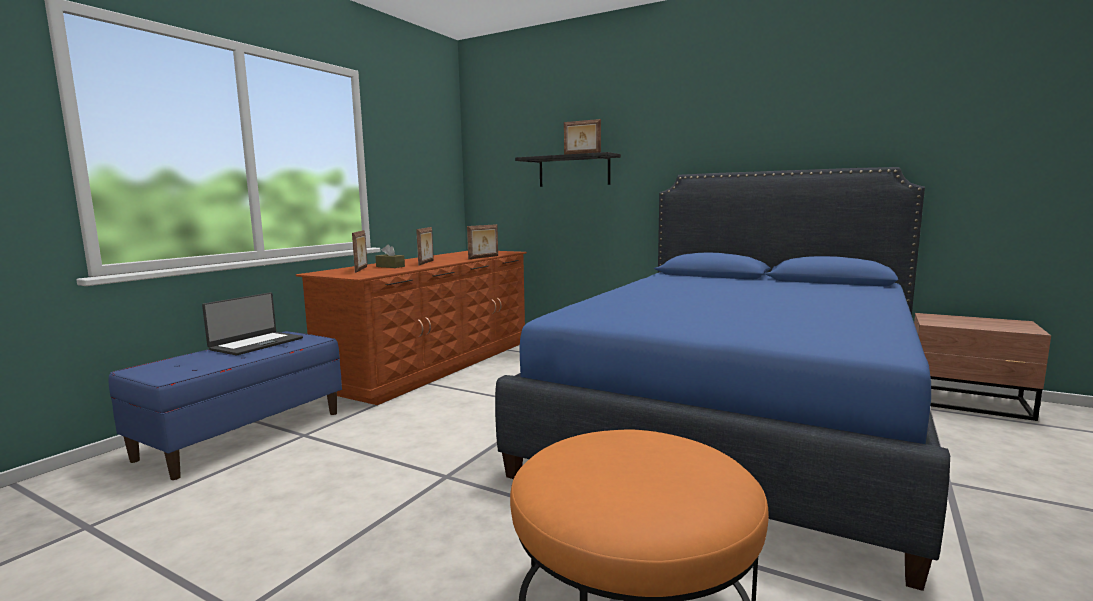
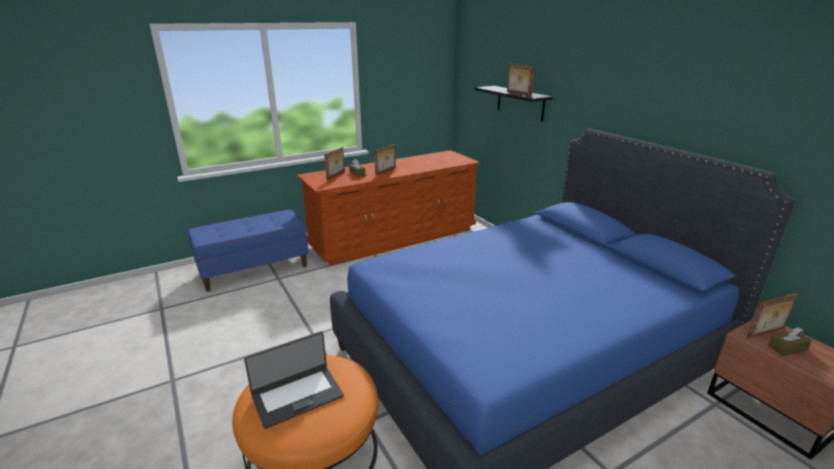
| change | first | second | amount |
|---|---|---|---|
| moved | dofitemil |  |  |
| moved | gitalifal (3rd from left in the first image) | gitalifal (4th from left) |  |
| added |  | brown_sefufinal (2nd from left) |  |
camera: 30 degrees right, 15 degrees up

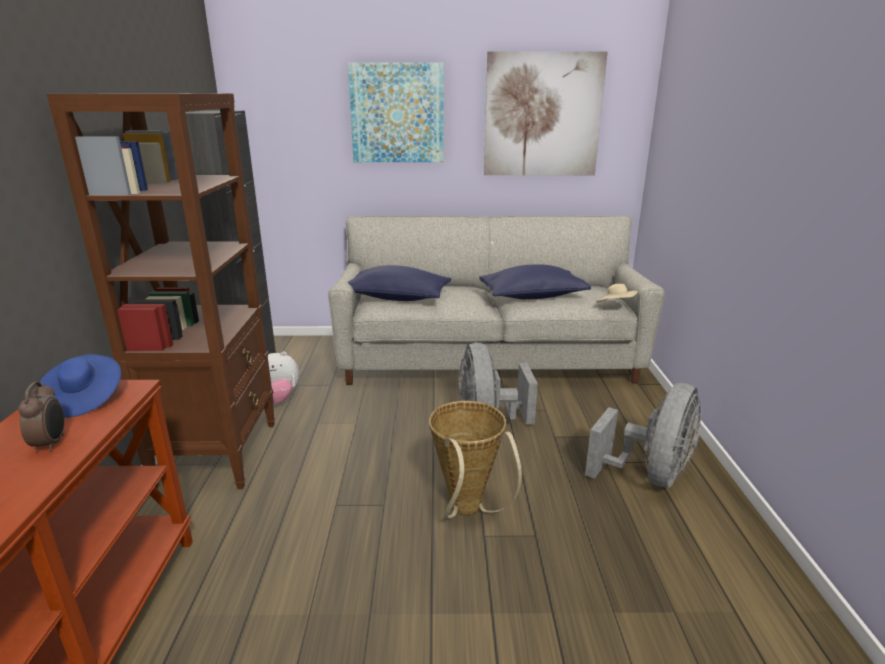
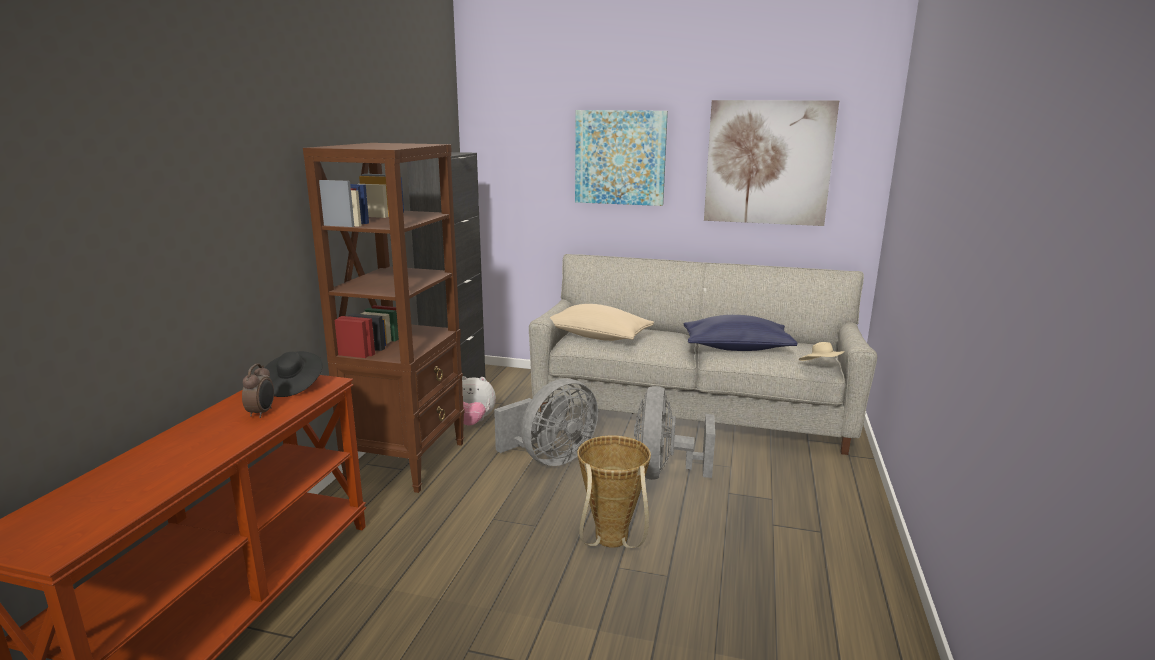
| change | first | second | amount |
|---|---|---|---|
| recoloured | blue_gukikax | black_gukikax |  |
| recoloured | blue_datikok (1st from left) | beige_datikok |  |
| moved | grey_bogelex (2nd from left in the first image) | grey_bogelex (1st from left) |  |
camera: 15 degrees right, 5 degrees down

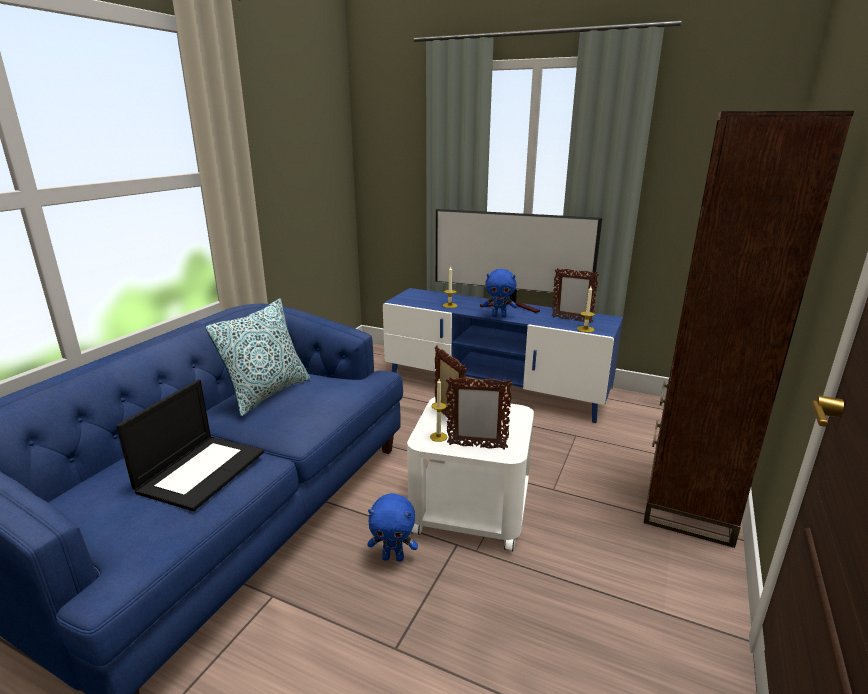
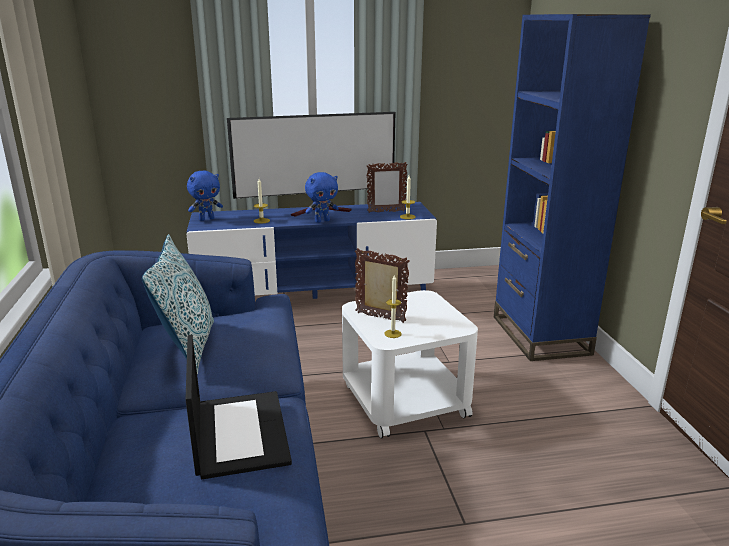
| change | first | second | amount |
|---|---|---|---|
| moved | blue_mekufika (1st from left) |  |  |
| removed | gitalifal (2nd from left) |  |  |
| recoloured | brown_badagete | blue_badagete |  |
camera: 35 degrees left, 0 degrees up

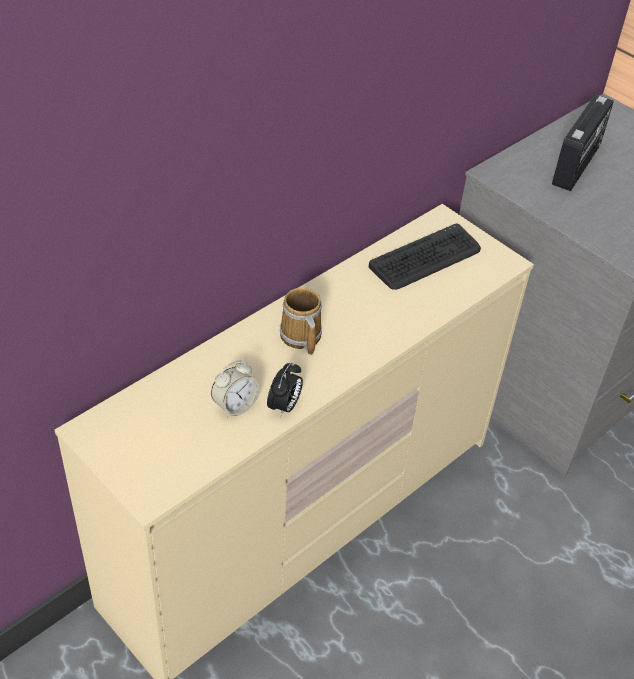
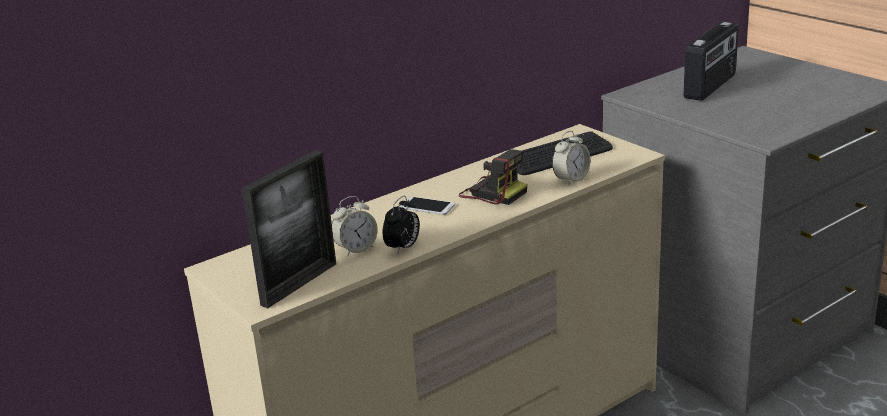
| change | first | second | amount |
|---|---|---|---|
| replaced | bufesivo | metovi |  |
| added |  | gitalifal |  |
| added |  | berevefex |  |
| added |  | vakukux (3rd from left) |  |
camera: 10 degrees right, 20 degrees down

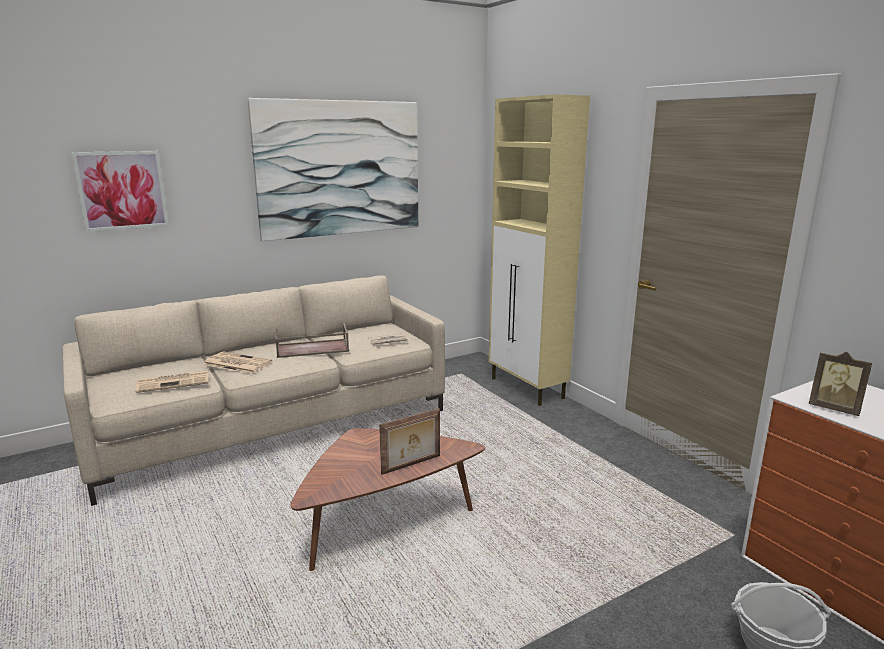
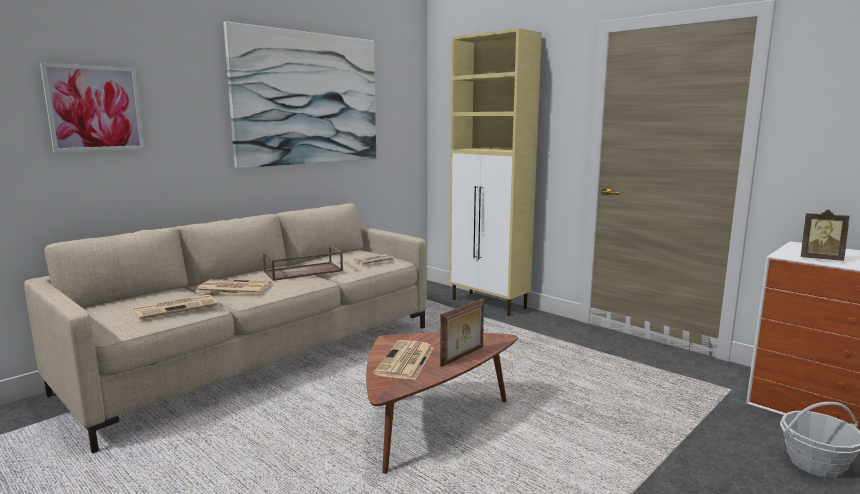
| change | first | second | amount |
|---|---|---|---|
| added |  | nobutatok (4th from left) |  |
camera: 15 degrees left, 5 degrees down

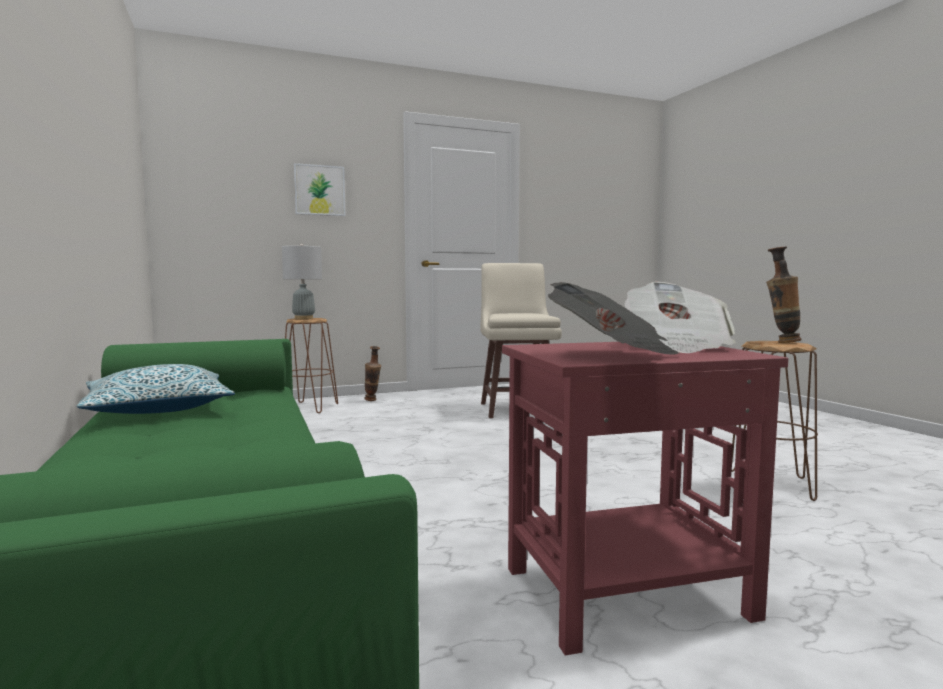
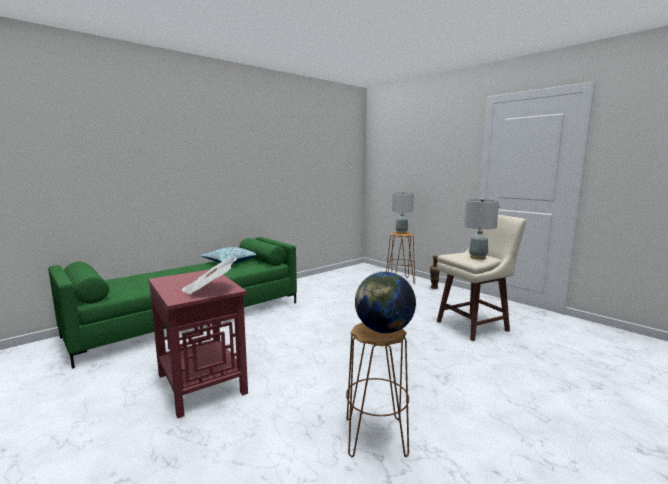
| change | first | second | amount |
|---|---|---|---|
| removed | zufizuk |  |  |
| removed | nobutatok (1st from left) |  |  |
| replaced | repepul (2nd from left) | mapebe |  |
| added |  | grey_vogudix (2nd from left) |  |
camera: 70 degrees right, 5 degrees up

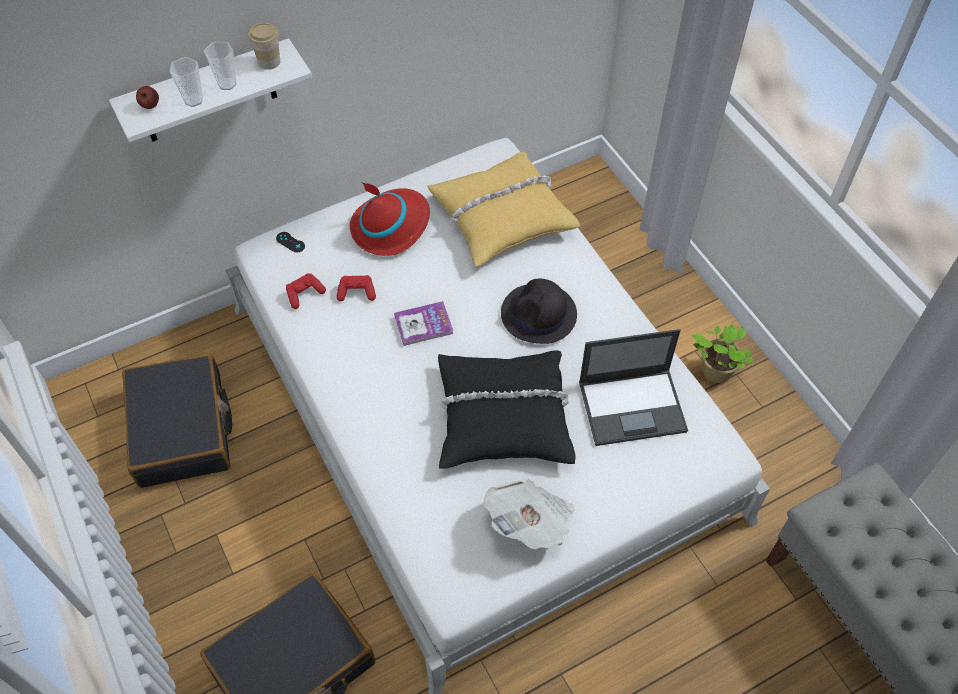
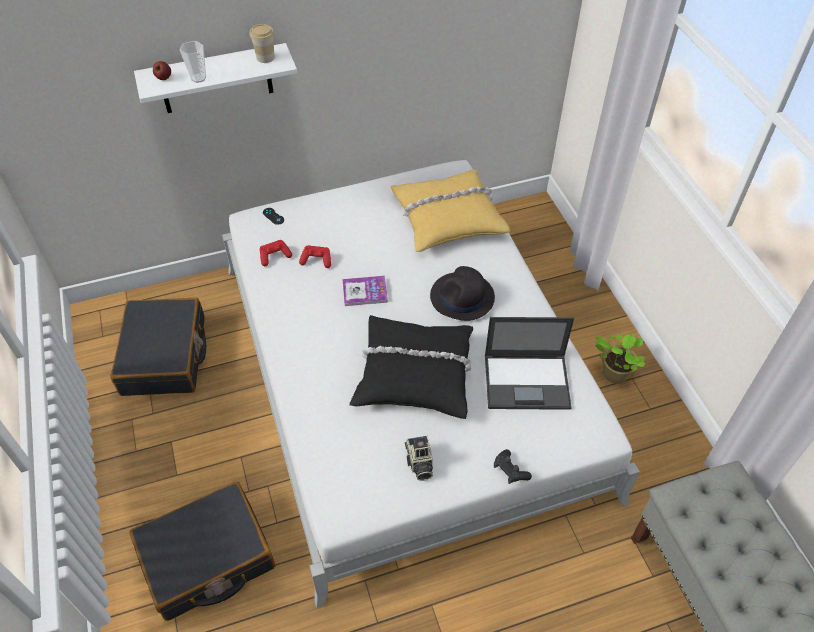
| change | first | second | amount |
|---|---|---|---|
| removed | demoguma (2nd from left) |  |  |
| removed | red_gukikax |  |  |
| replaced | nobutatok | berevefex |  |
| added |  | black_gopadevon (2nd from left) |  |
camera: 10 degrees right, 5 degrees down

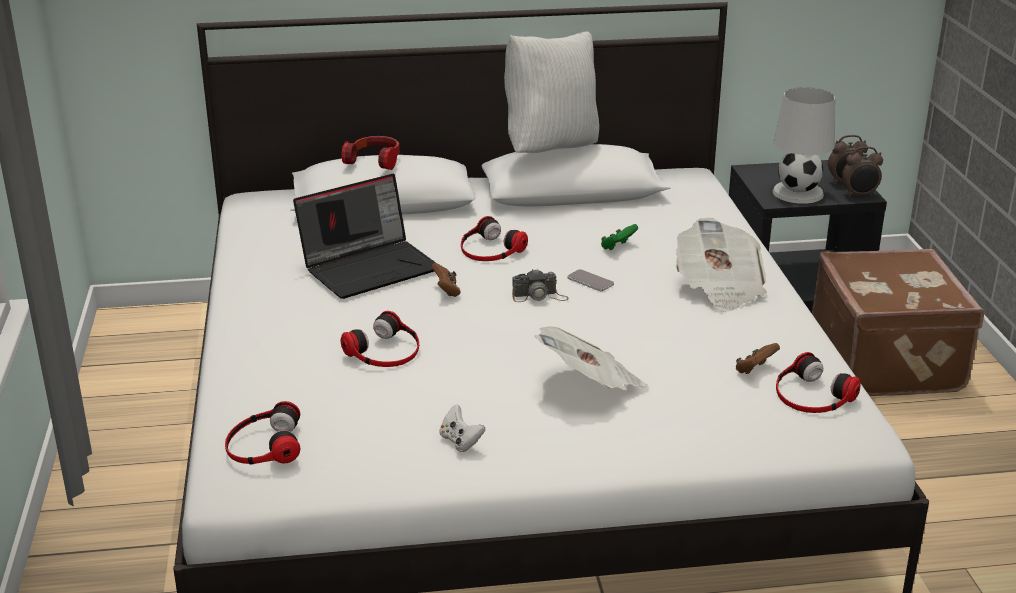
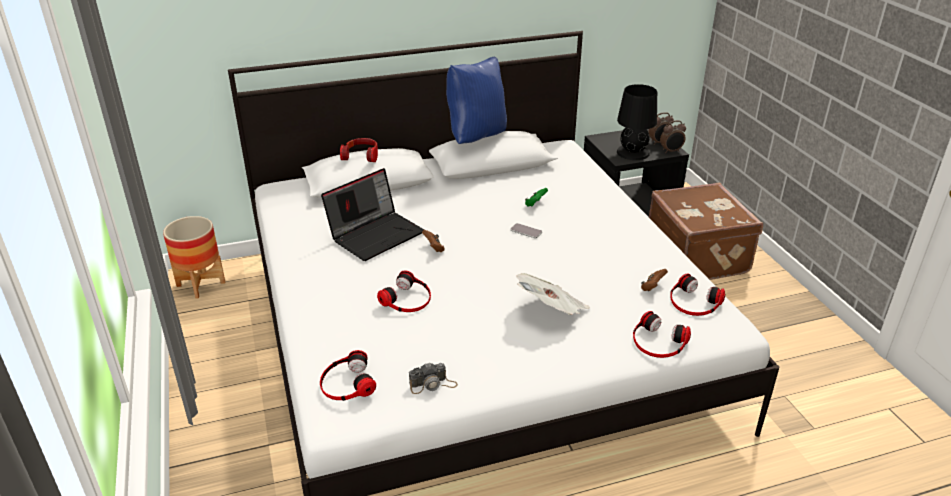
| change | first | second | amount |
|---|---|---|---|
| removed | white_gopadevon |  |  |
| moved | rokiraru (4th from left) |  |  |
| recoloured | white_datikok | blue_datikok |  |
| moved | berevefex |  |  |
| removed | nobutatok (2nd from left) |  |  |
| recoloured | white_vogudix | black_vogudix |  |
| added |  | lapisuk |  |
camera: 10 degrees left, 5 degrees up

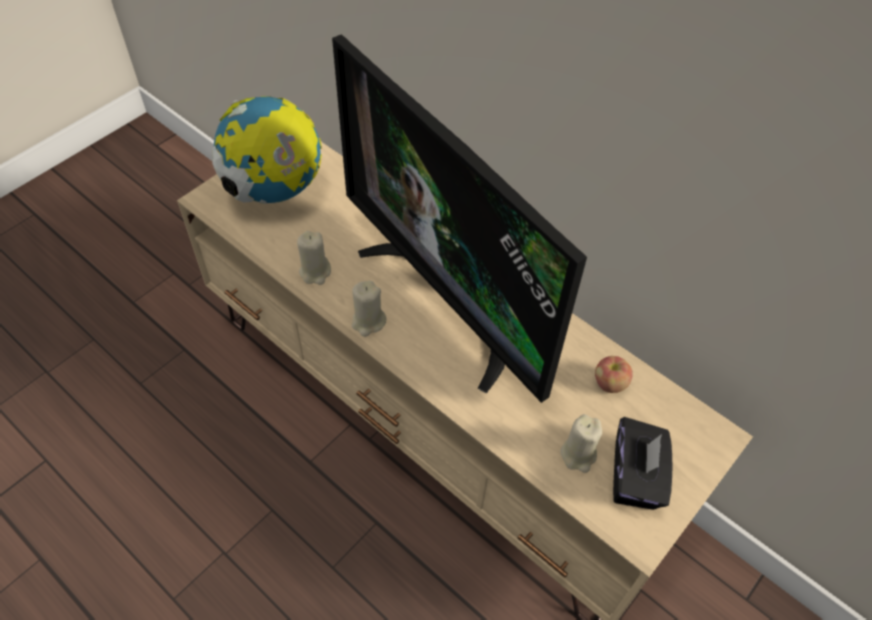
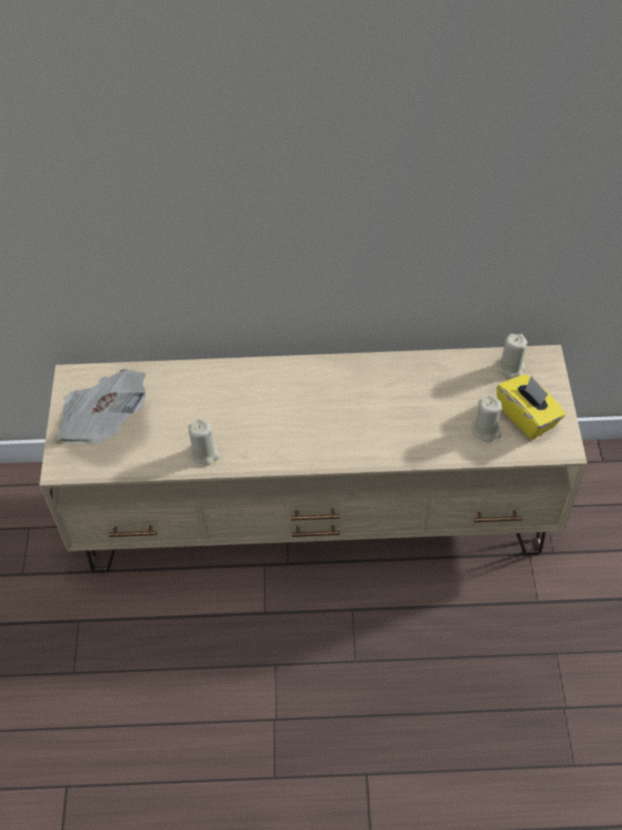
| change | first | second | amount |
|---|---|---|---|
| replaced | mapebe | nobutatok |  |
| removed | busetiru |  |  |
| moved | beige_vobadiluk (2nd from left in the first image) | beige_vobadiluk (3rd from left) |  |
| removed | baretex |  |  |
| recoloured | black_sefufinal | yellow_sefufinal |  |
camera: 40 degrees left, 0 degrees up

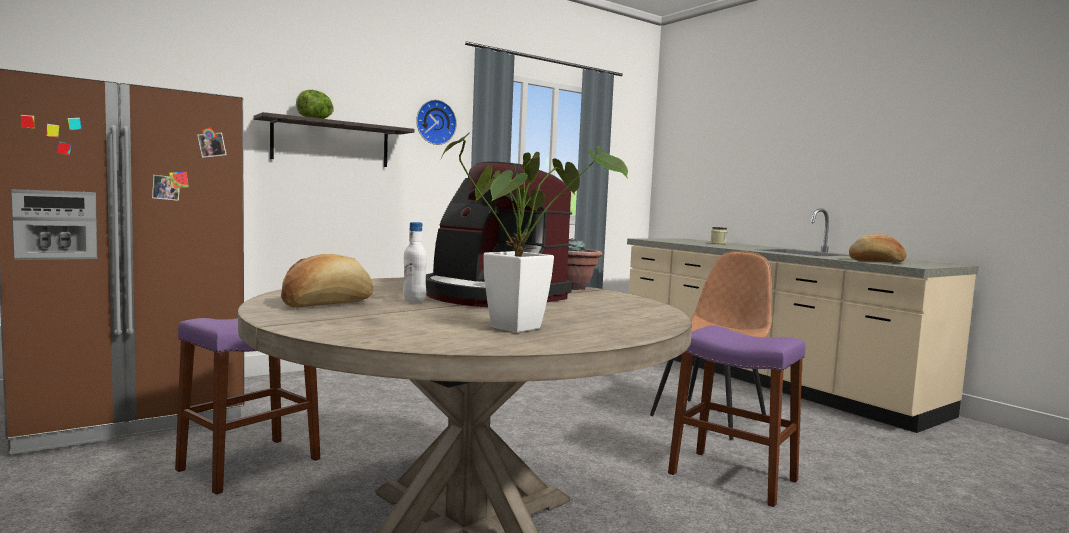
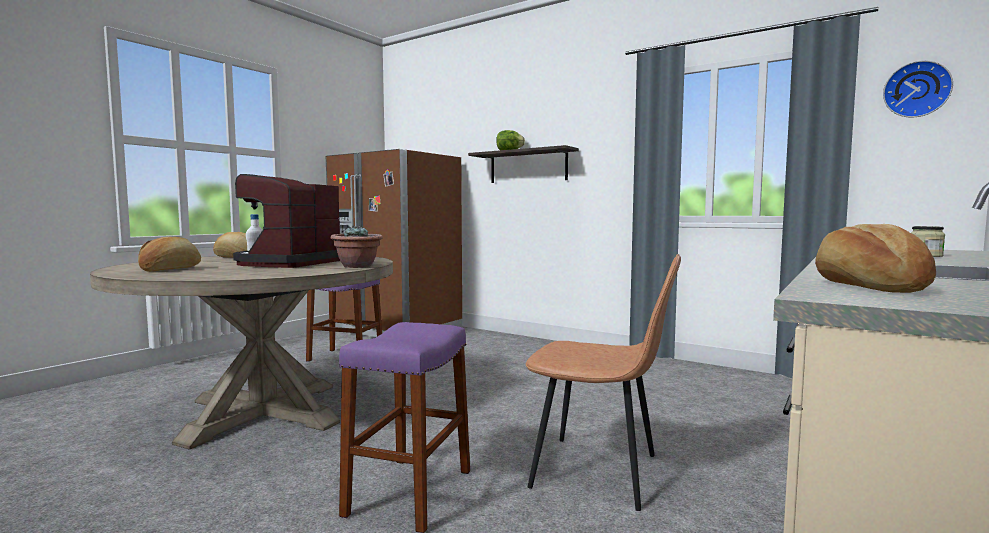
| change | first | second | amount |
|---|---|---|---|
| moved | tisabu |  |  |
| replaced | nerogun (1st from left) | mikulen (1st from left) |  |
camera: 70 degrees right, 0 degrees up

